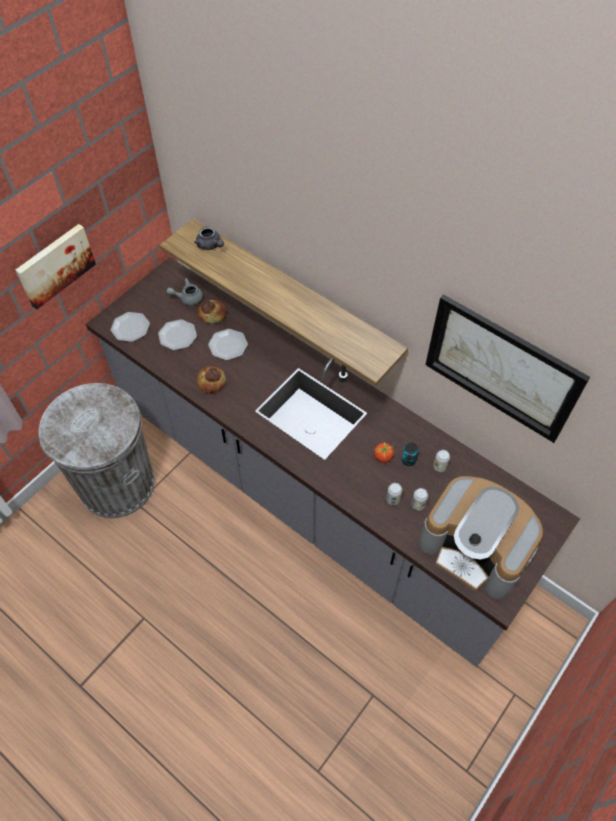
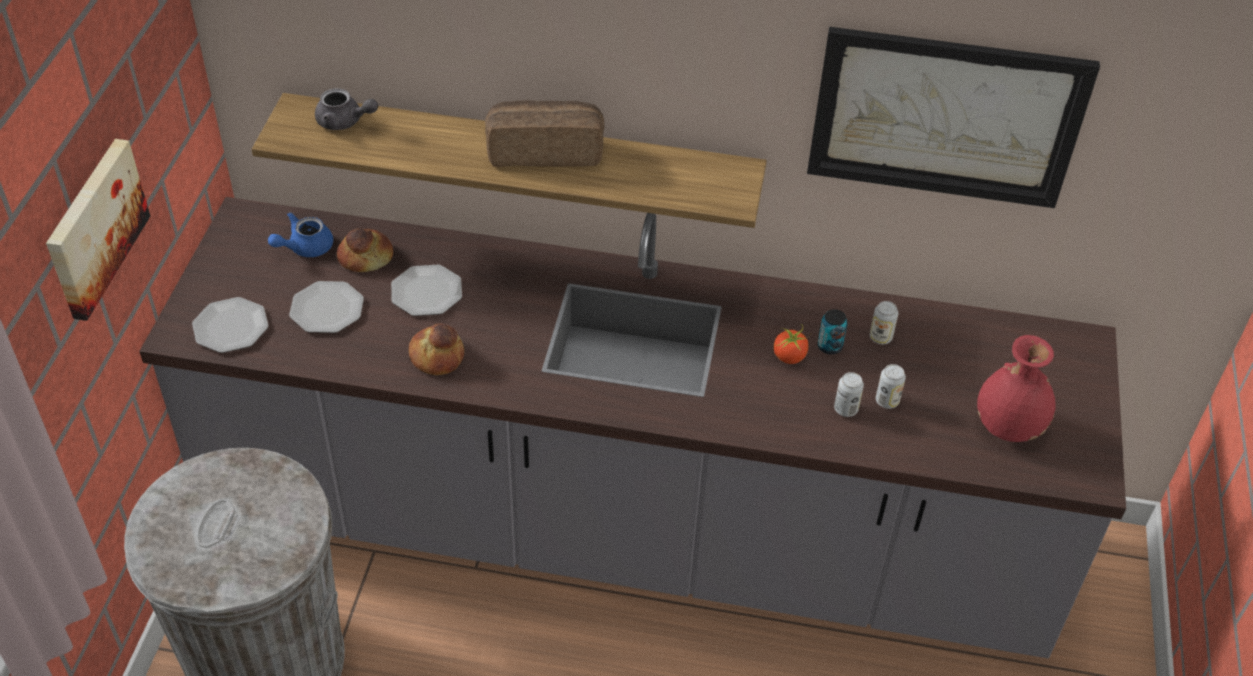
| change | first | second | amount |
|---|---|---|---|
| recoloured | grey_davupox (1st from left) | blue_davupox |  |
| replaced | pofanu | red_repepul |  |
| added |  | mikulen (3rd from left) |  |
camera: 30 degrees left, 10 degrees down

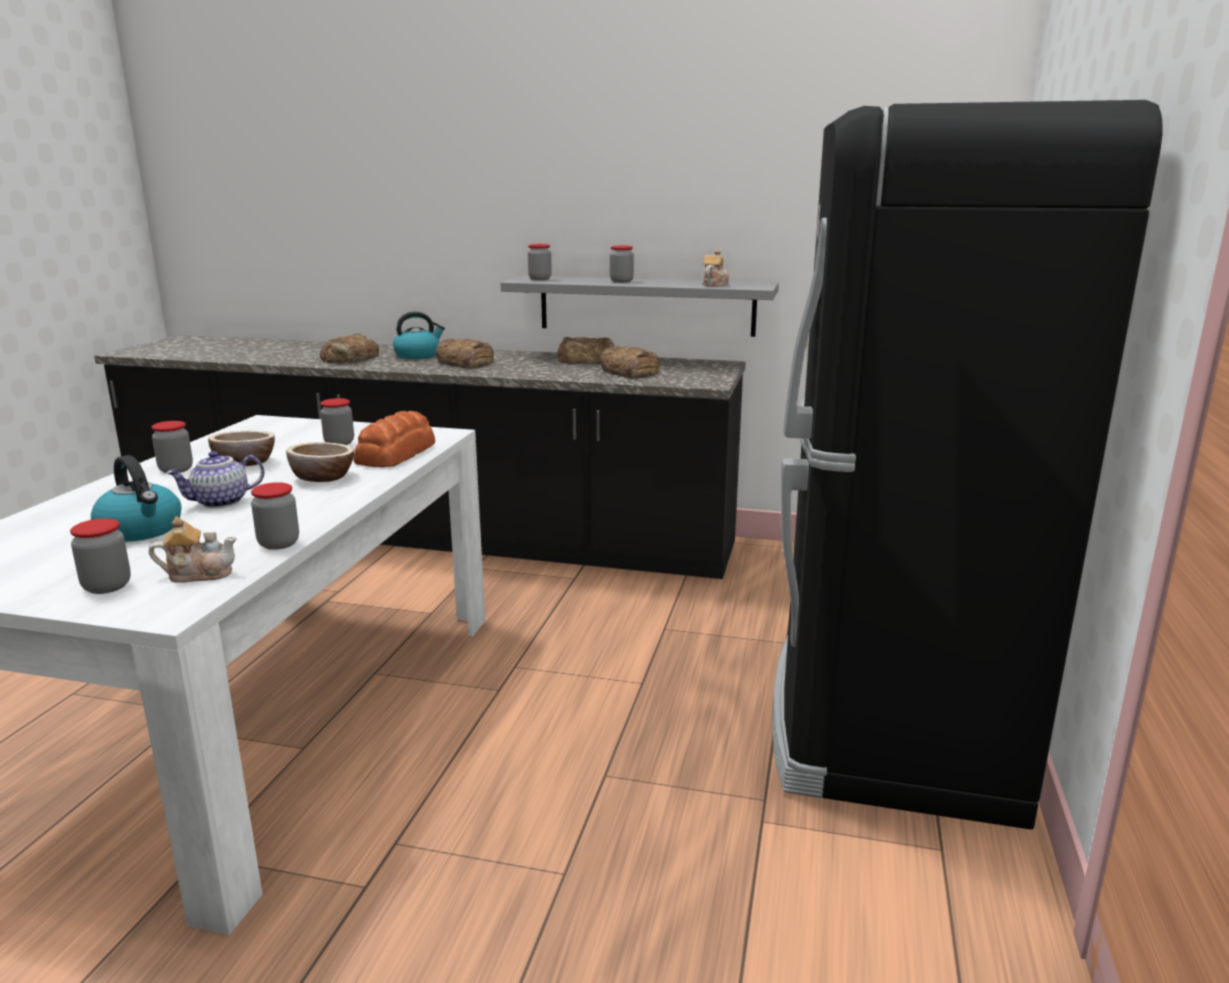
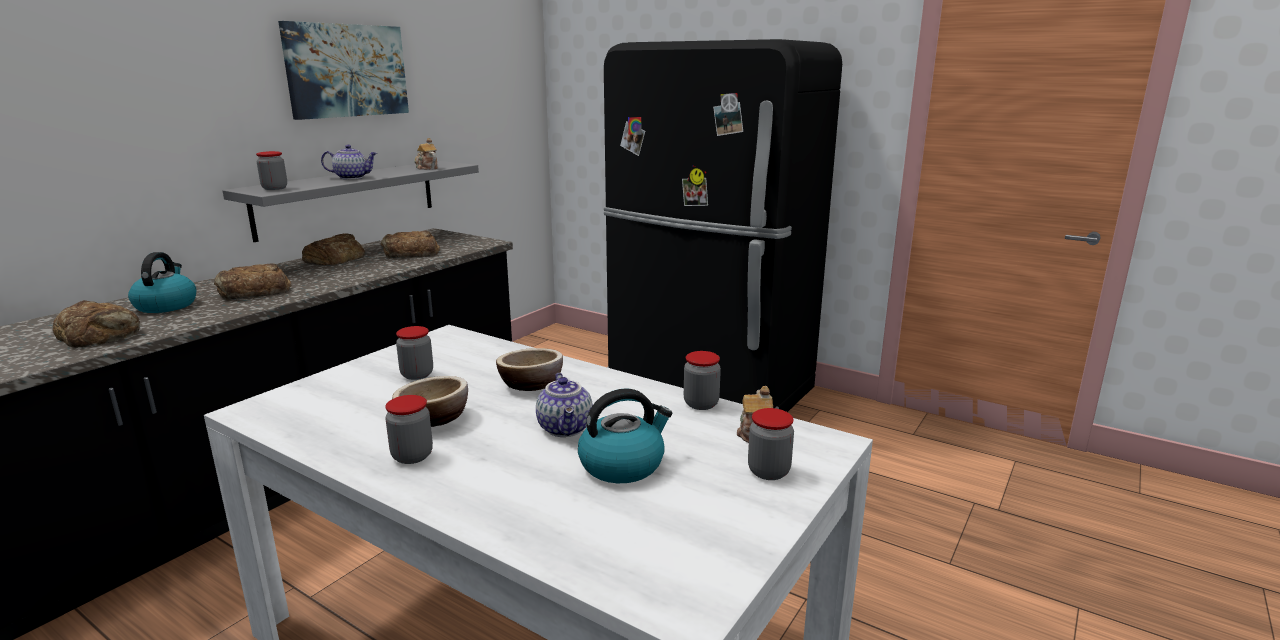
| change | first | second | amount |
|---|---|---|---|
| removed | mikulen (2nd from left) |  |  |
| replaced | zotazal (6th from left) | davupox (1st from left) |  |
| added |  | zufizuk |  |
camera: 70 degrees left, 0 degrees up

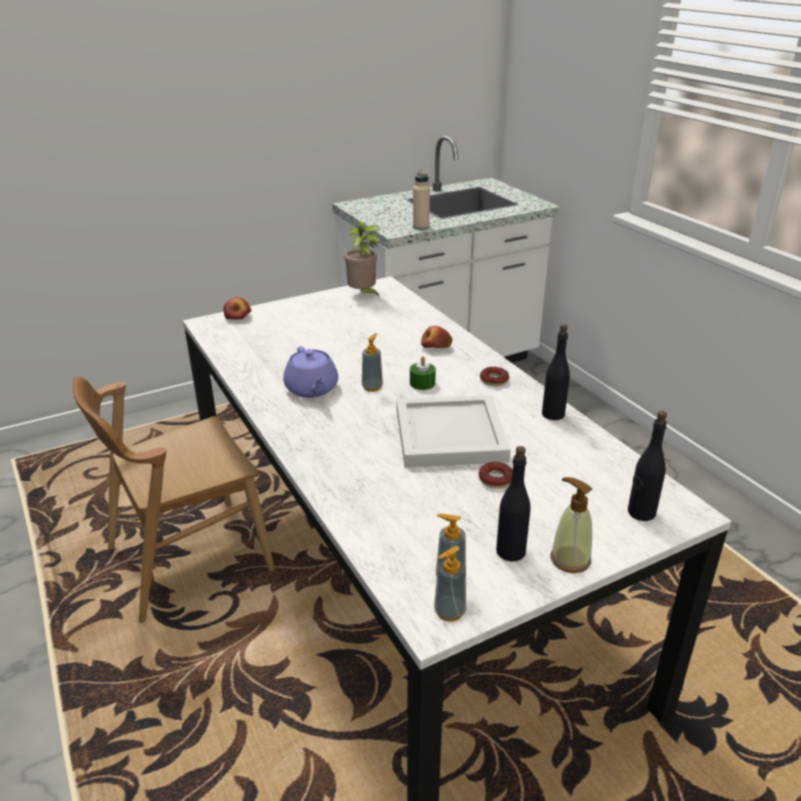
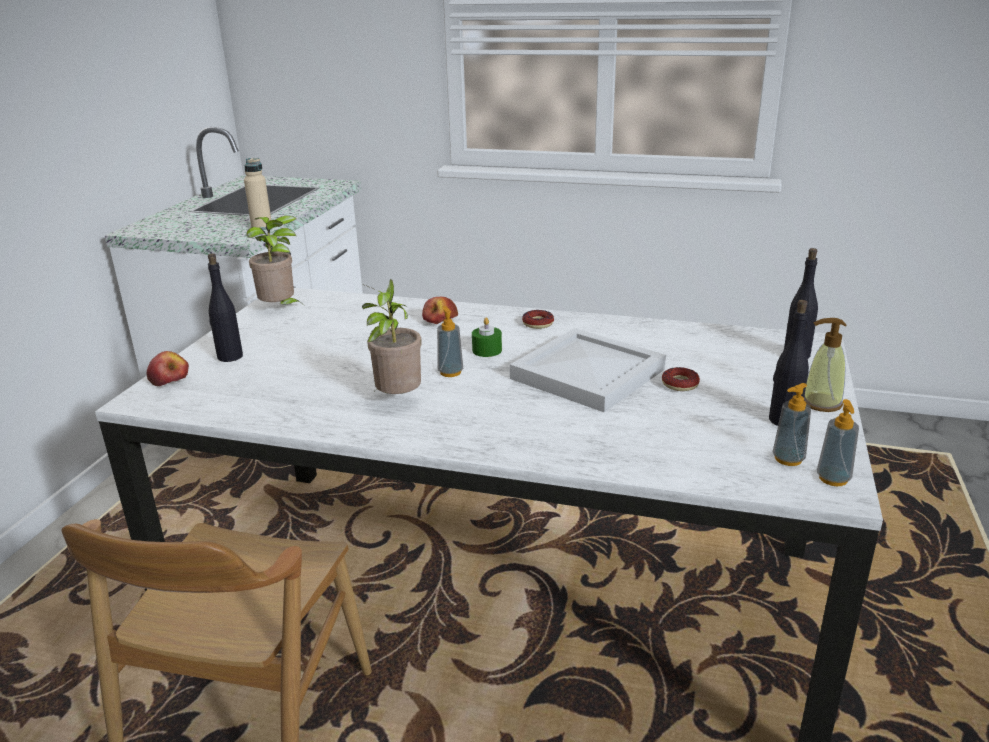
| change | first | second | amount |
|---|---|---|---|
| replaced | purple_davupox | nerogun (2nd from left) |  |
| moved | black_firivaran (2nd from left in the first image) | black_firivaran (1st from left) |  |
camera: 45 degrees left, 5 degrees down

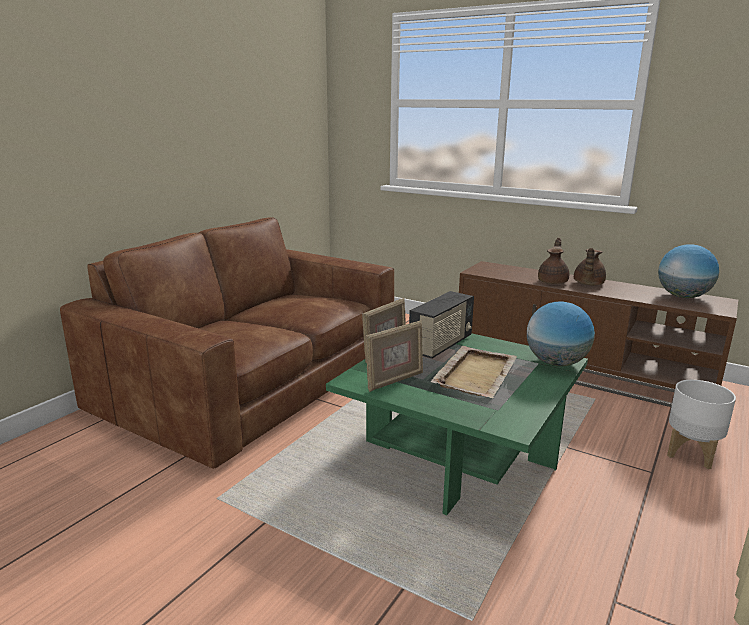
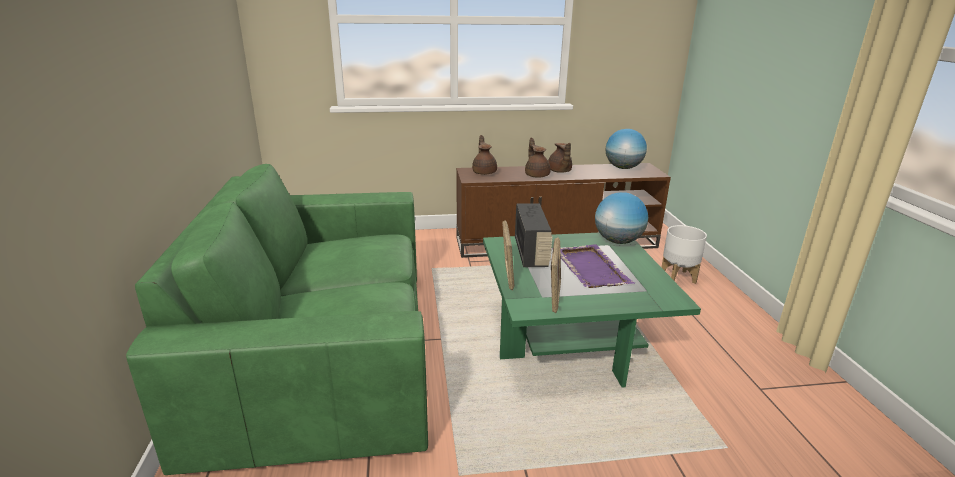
| change | first | second | amount |
|---|---|---|---|
| recoloured | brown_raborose | green_raborose |  |
| recoloured | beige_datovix | purple_datovix |  |
| added |  | brown_davupox (1st from left) |  |
camera: 40 degrees left, 5 degrees up

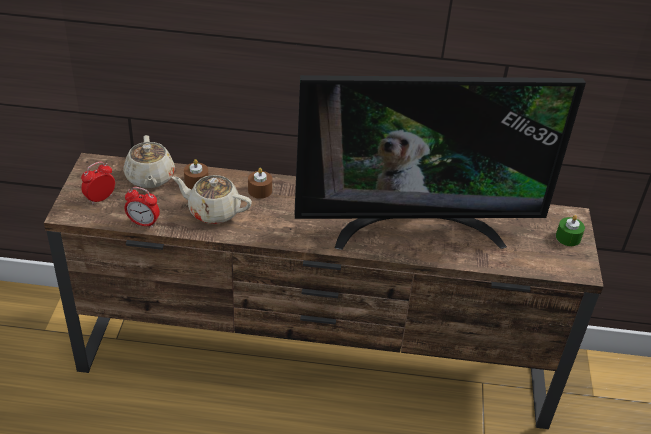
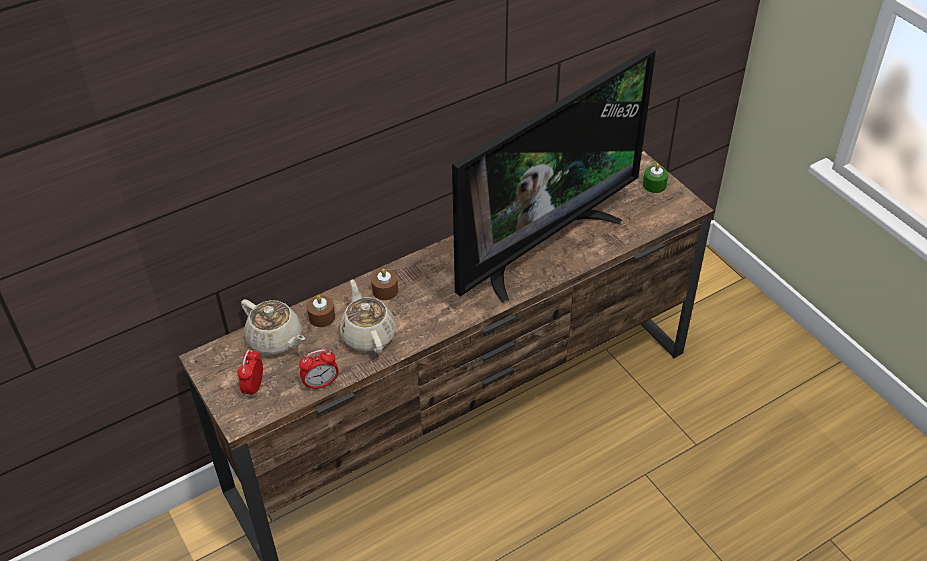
| change | first | second | amount |
|---|---|---|---|
| turned | beige_davupox (2nd from left) |  | 90 degrees clockwise |
camera: 35 degrees left, 5 degrees up

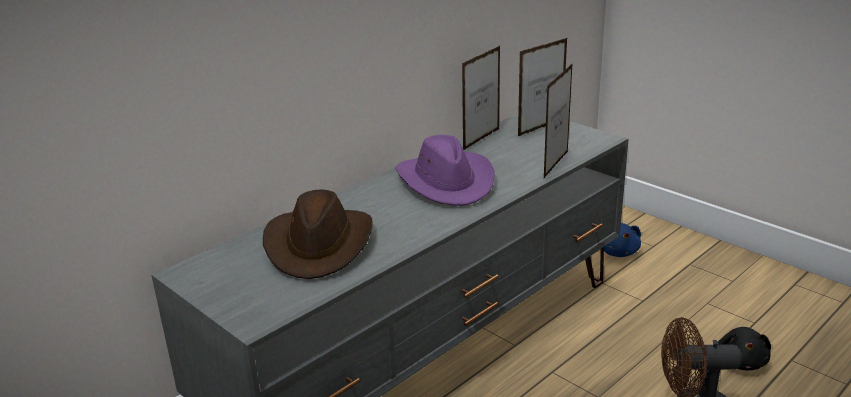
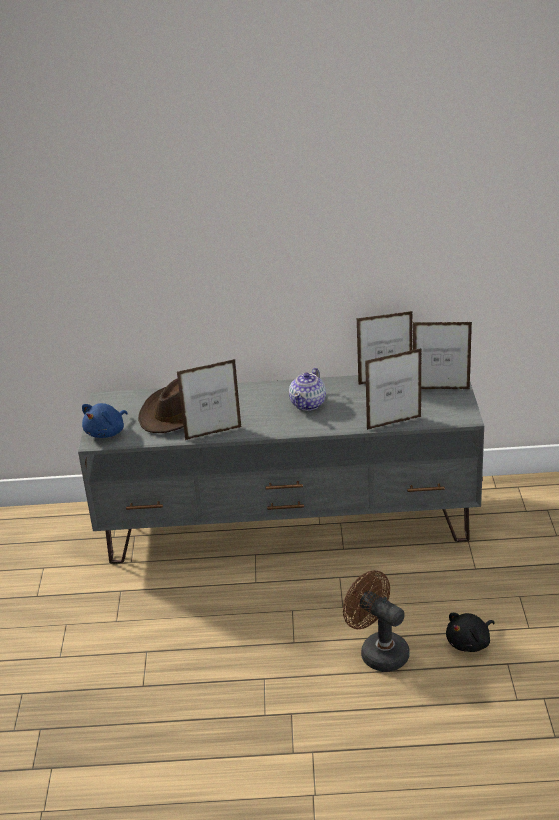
| change | first | second | amount |
|---|---|---|---|
| replaced | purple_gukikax | davupox |  |
| moved | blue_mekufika |  |  |
| added |  | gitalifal (1st from left) |  |
camera: 45 degrees right, 5 degrees up

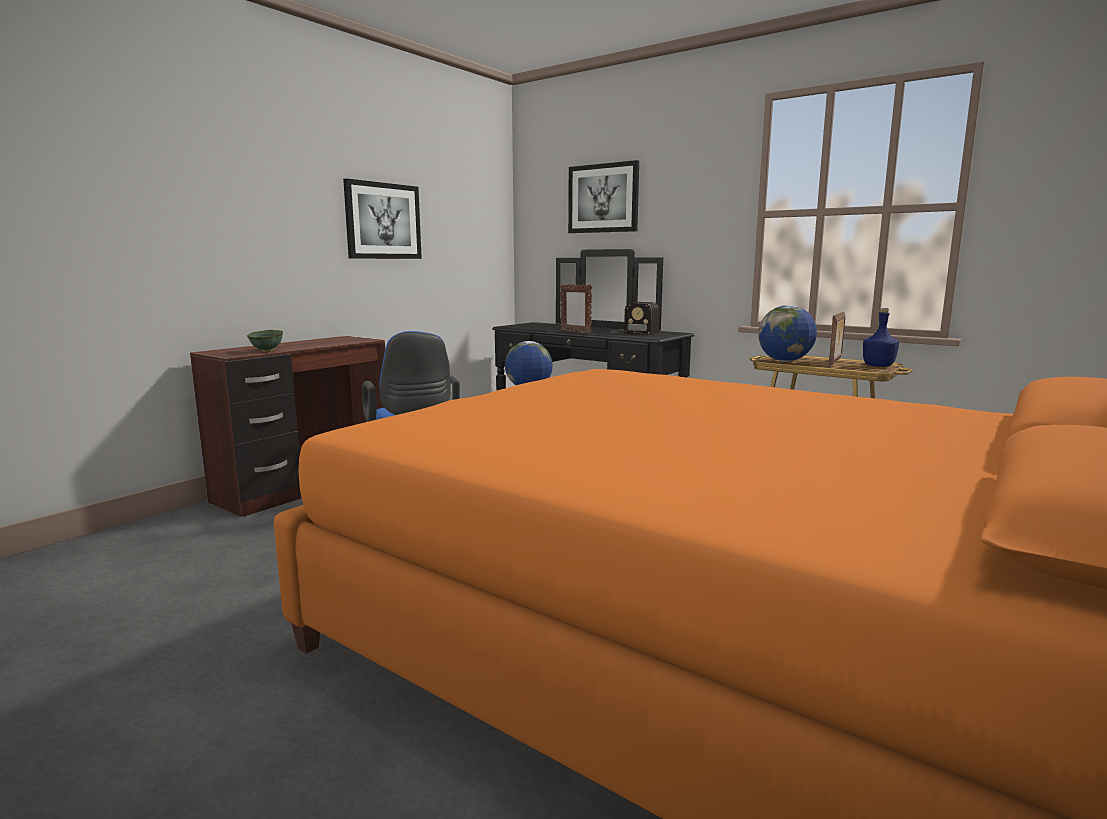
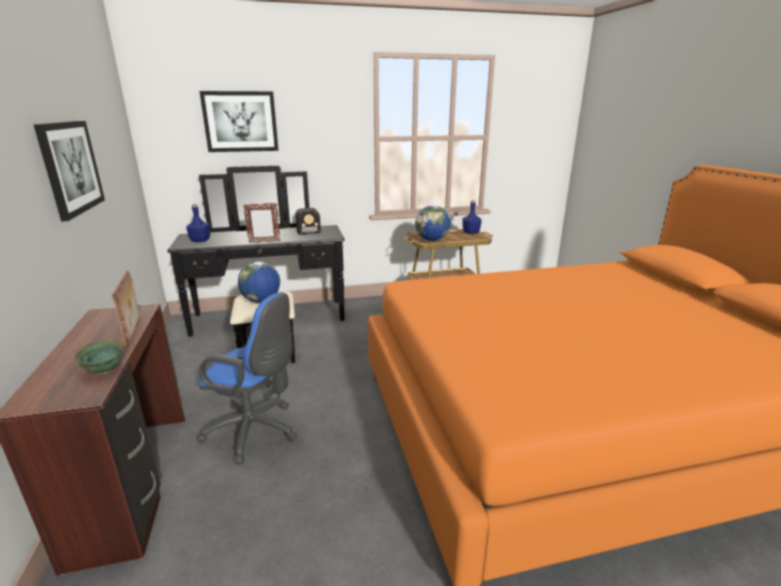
| change | first | second | amount |
|---|---|---|---|
| moved | gitalifal (2nd from left in the first image) | gitalifal (1st from left) |  |
| added |  | blue_firivaran (1st from left) |  |
camera: 50 degrees left, 10 degrees up

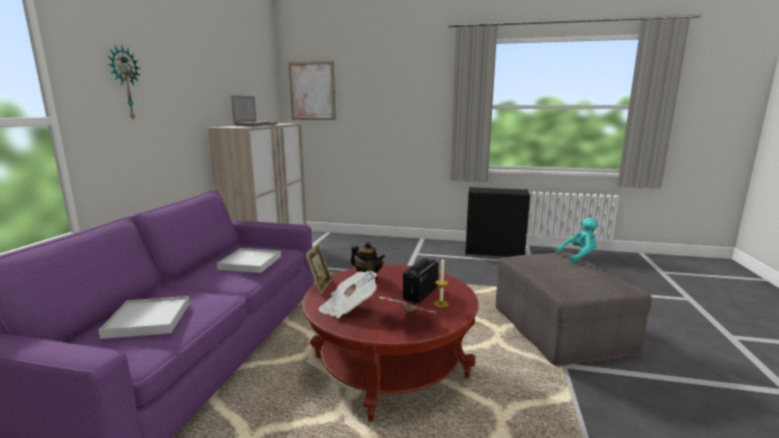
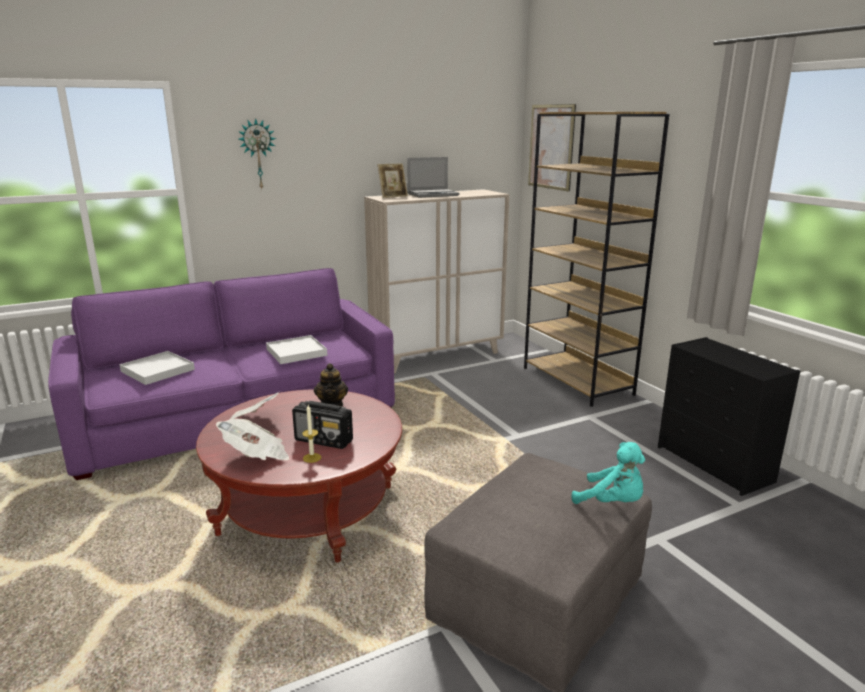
| change | first | second | amount |
|---|---|---|---|
| moved | gitalifal |  |  |
| turned | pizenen |  | 150 degrees counterclockwise |
| added |  | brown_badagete |  |
camera: 50 degrees right, 5 degrees up

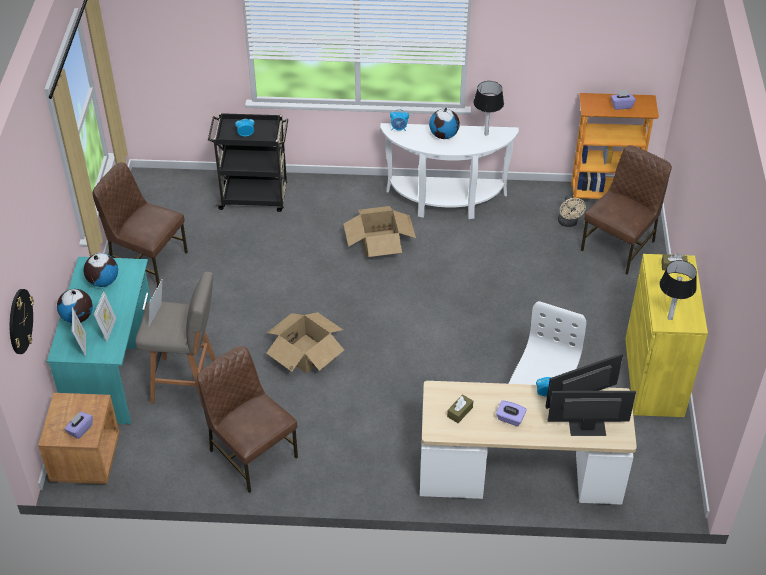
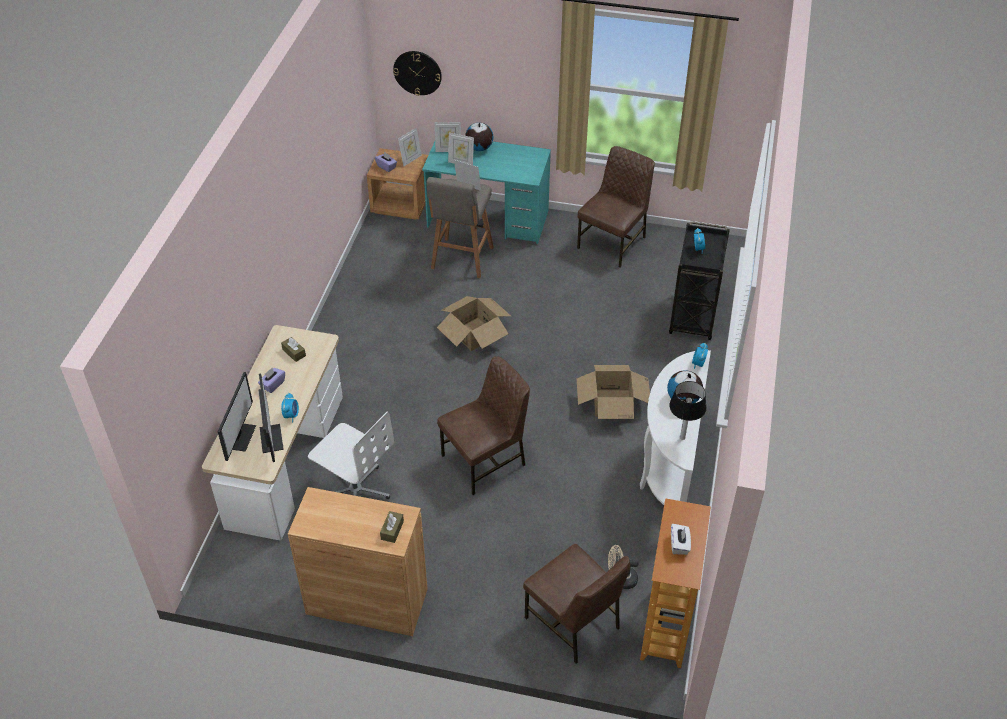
| change | first | second | amount |
|---|---|---|---|
| removed | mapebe (2nd from left) |  |  |
| moved | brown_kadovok (2nd from left in the first image) | brown_kadovok (1st from left) |  |
| recoloured | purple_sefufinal (3rd from left) | white_sefufinal |  |
| recoloured | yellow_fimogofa | brown_fimogofa |  |
| removed | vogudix (2nd from left) |  |  |
| added |  | gitalifal (1st from left) |  |
camera: 100 degrees right, 0 degrees up

